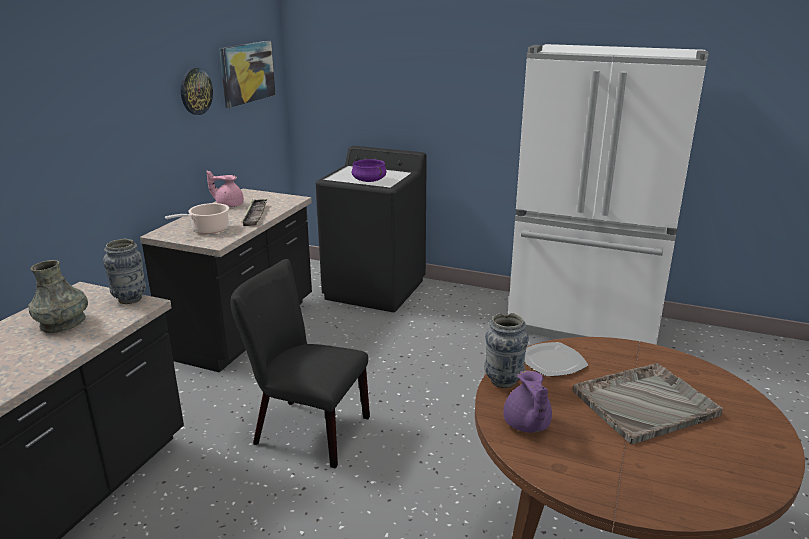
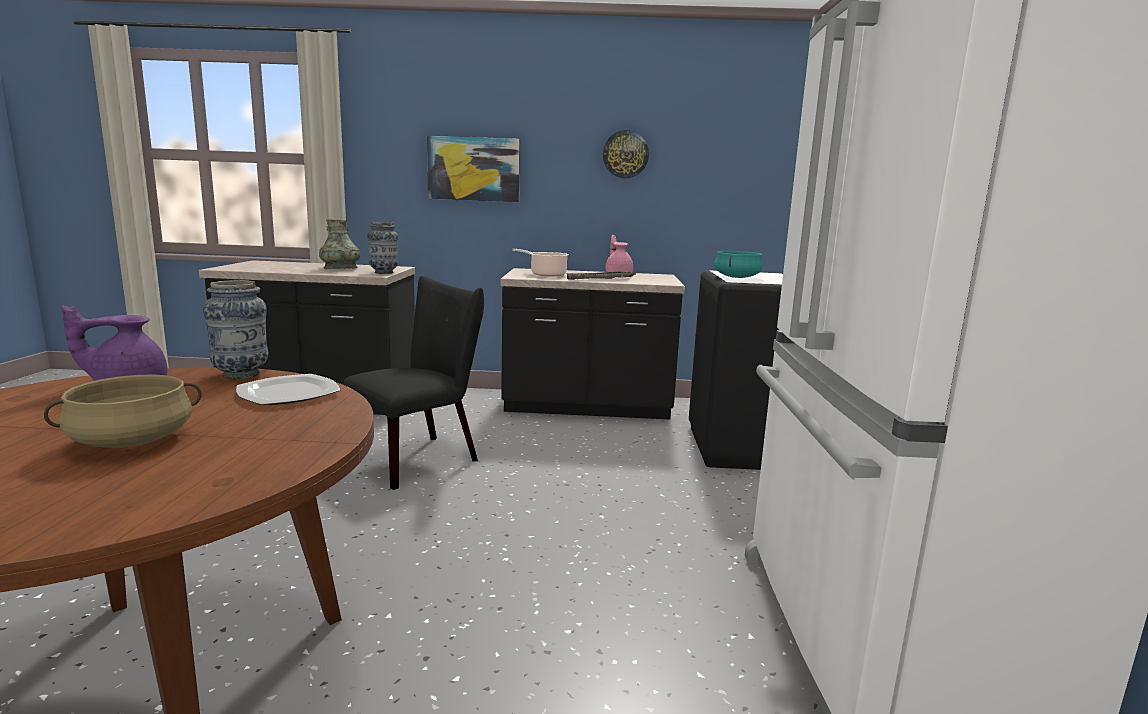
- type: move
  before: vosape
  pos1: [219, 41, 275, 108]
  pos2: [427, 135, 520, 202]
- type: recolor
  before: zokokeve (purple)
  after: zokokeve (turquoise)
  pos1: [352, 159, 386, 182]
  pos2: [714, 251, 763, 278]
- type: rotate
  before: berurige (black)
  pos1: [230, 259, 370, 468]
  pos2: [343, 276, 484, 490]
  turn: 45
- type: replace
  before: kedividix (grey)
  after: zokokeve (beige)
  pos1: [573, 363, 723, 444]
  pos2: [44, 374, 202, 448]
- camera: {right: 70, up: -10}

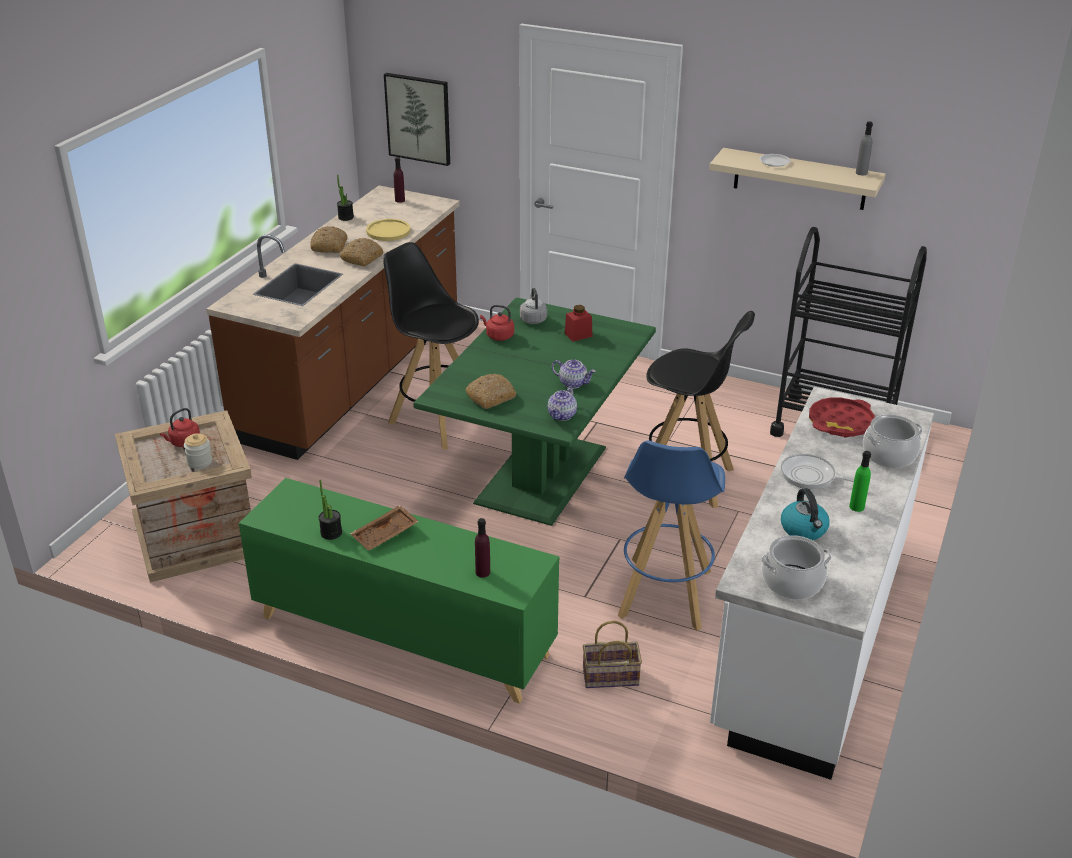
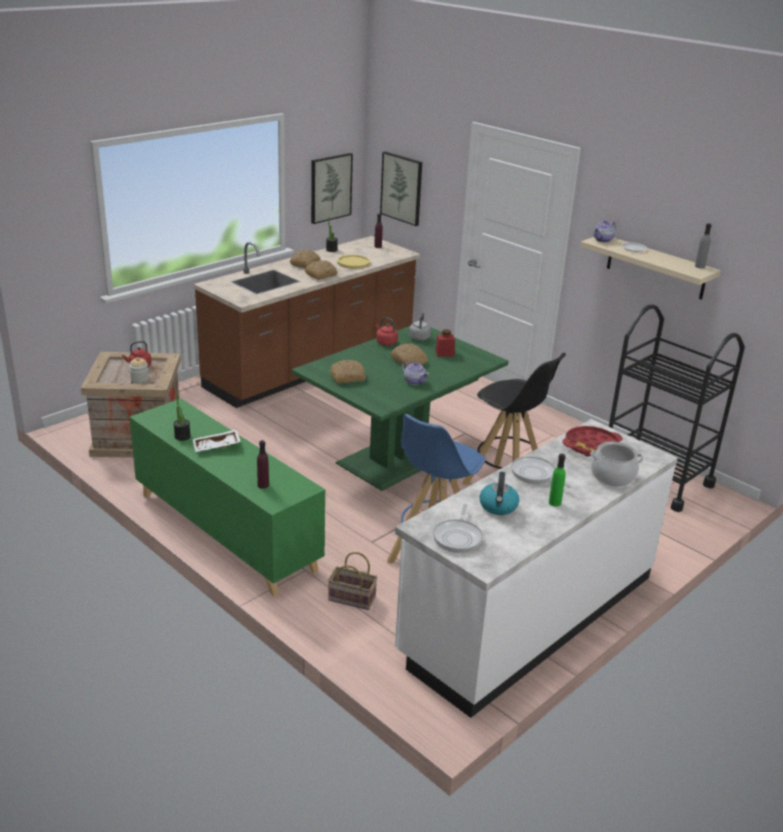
- type: delete
  before: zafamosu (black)
  pos1: [383, 242, 479, 449]
- type: move
  before: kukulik
  pos1: [547, 386, 577, 421]
  pos2: [593, 220, 615, 243]
- type: recolor
  before: kedividix (brown)
  after: kedividix (white)
  pos1: [350, 505, 419, 551]
  pos2: [192, 429, 241, 452]
- type: replace
  before: zokokeve
  after: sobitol
  pos1: [761, 535, 831, 600]
  pos2: [433, 504, 483, 553]
- type: insert
  after: vosape
  pos2: [311, 153, 353, 224]
- type: insert
  after: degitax
  pos2: [391, 344, 428, 367]
- camera: {right: 20, up: -5}

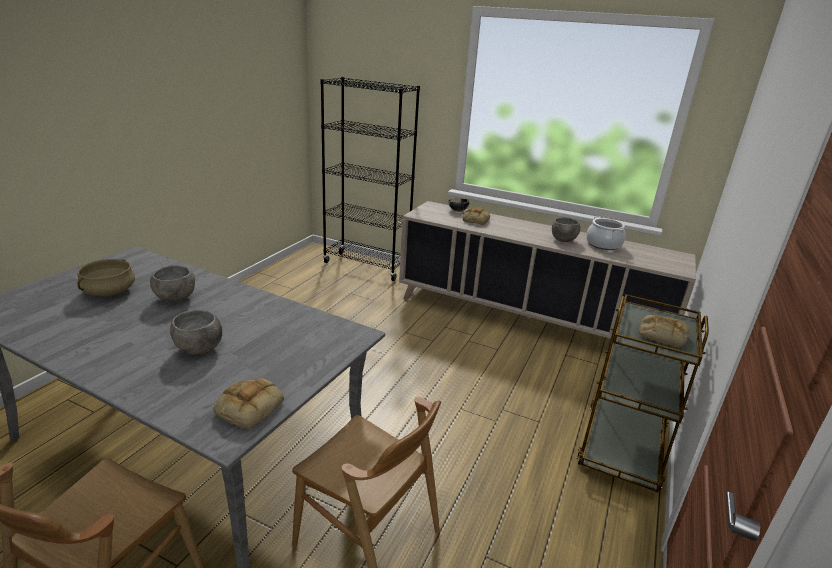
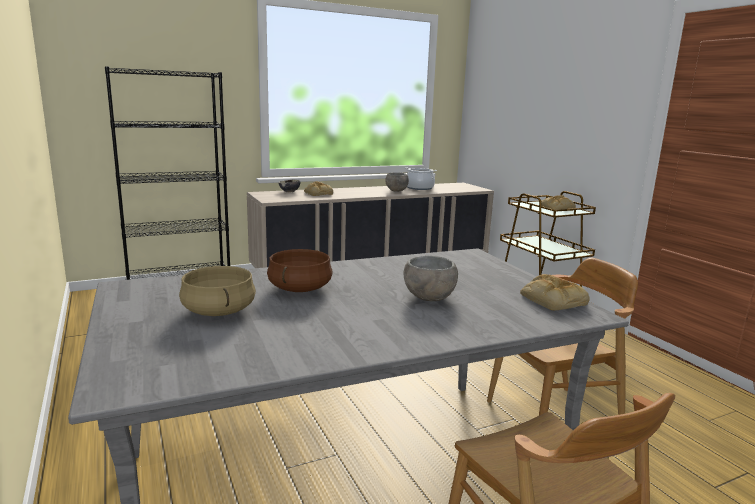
- type: replace
  before: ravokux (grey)
  after: zokokeve (brown)
  pos1: [150, 265, 195, 302]
  pos2: [267, 249, 333, 292]
- camera: {right: -50, up: -10}

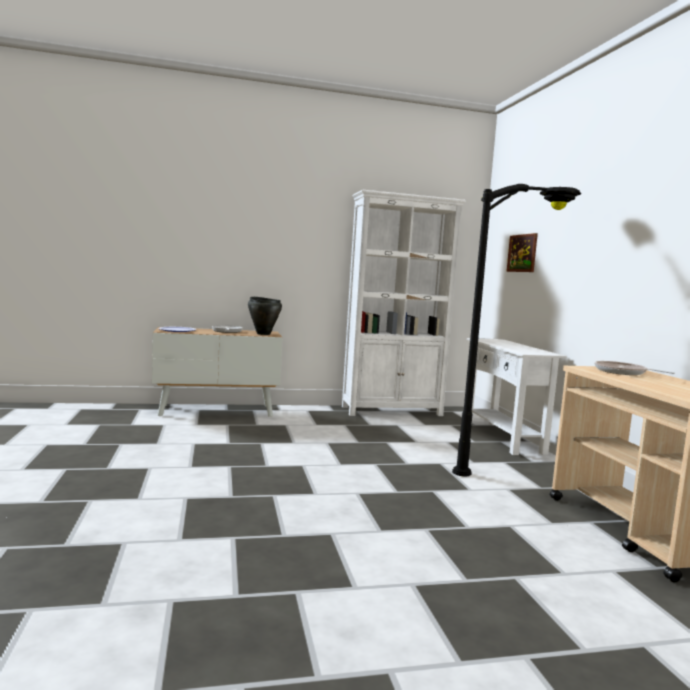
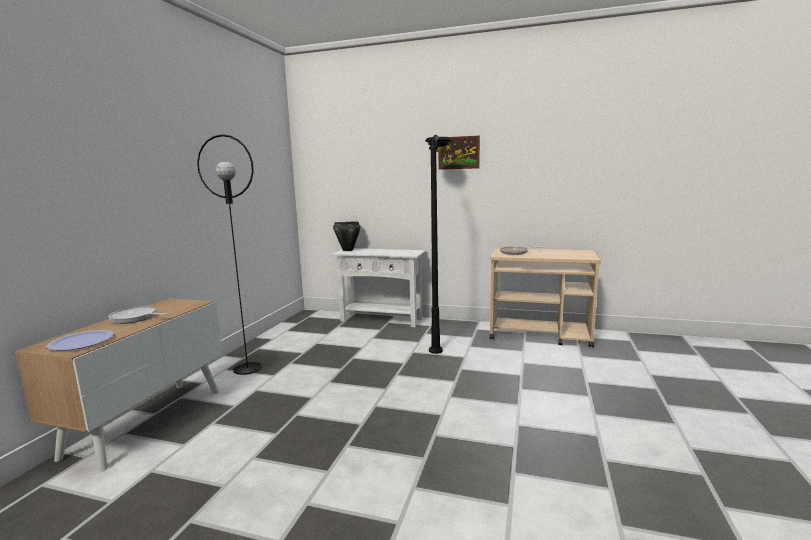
- type: delete
  before: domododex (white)
  pos1: [342, 190, 466, 416]
- type: move
  before: vosape
  pos1: [506, 233, 538, 272]
  pos2: [438, 135, 480, 170]
- type: move
  before: zokokeve (black)
  pos1: [248, 297, 282, 335]
  pos2: [333, 222, 360, 251]
- type: insert
  after: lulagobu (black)
  pos2: [197, 134, 262, 375]
- camera: {right: -60, up: 5}

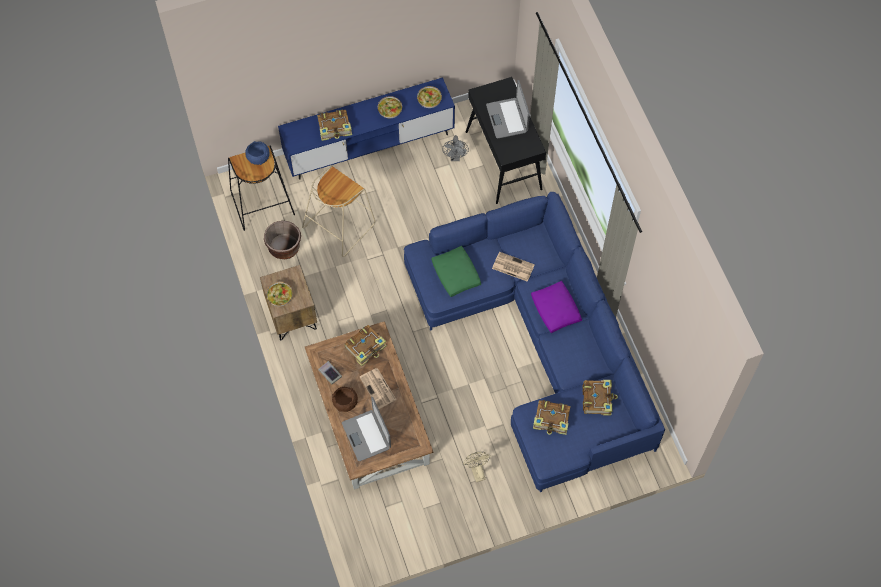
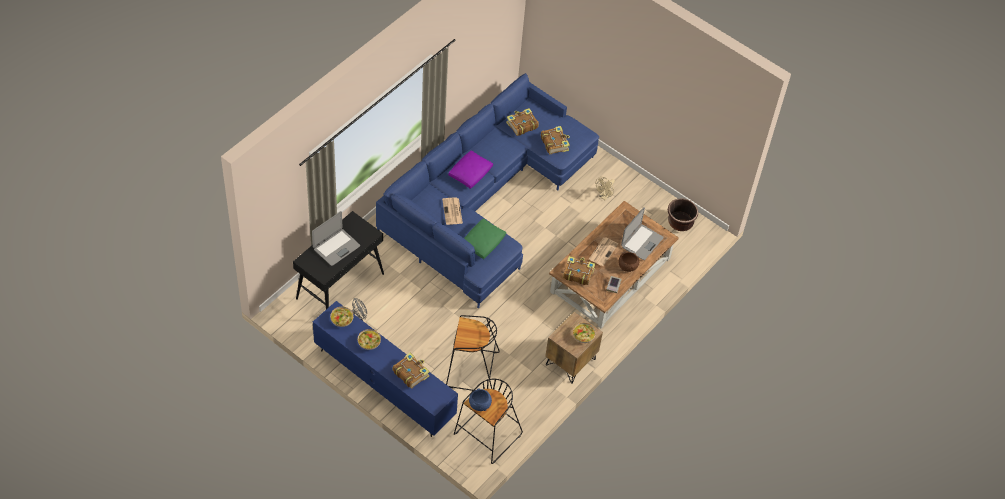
- type: recolor
  before: zafamosu (beige)
  after: zafamosu (black)
  pos1: [302, 165, 375, 257]
  pos2: [446, 315, 500, 391]
- type: move
  before: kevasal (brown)
  pos1: [264, 221, 301, 259]
  pos2: [668, 198, 698, 231]
- camera: {right: -125, up: -10}

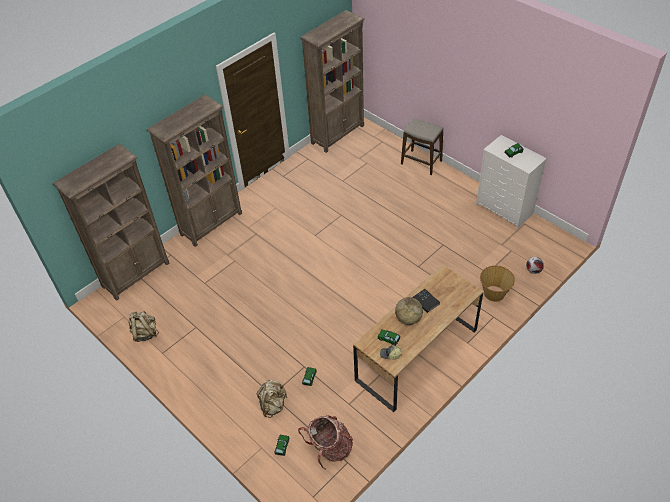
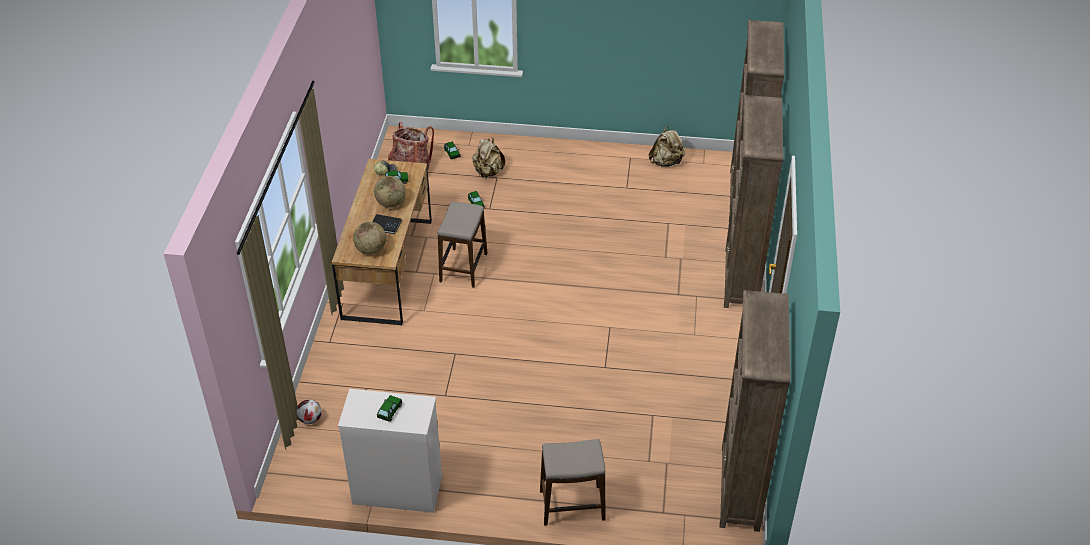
- type: delete
  before: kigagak
  pos1: [480, 265, 515, 302]
- type: insert
  after: zafamosu
  pos2: [438, 201, 488, 288]
- type: insert
  after: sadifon
  pos2: [353, 222, 386, 255]
- camera: {right: 140, up: -5}

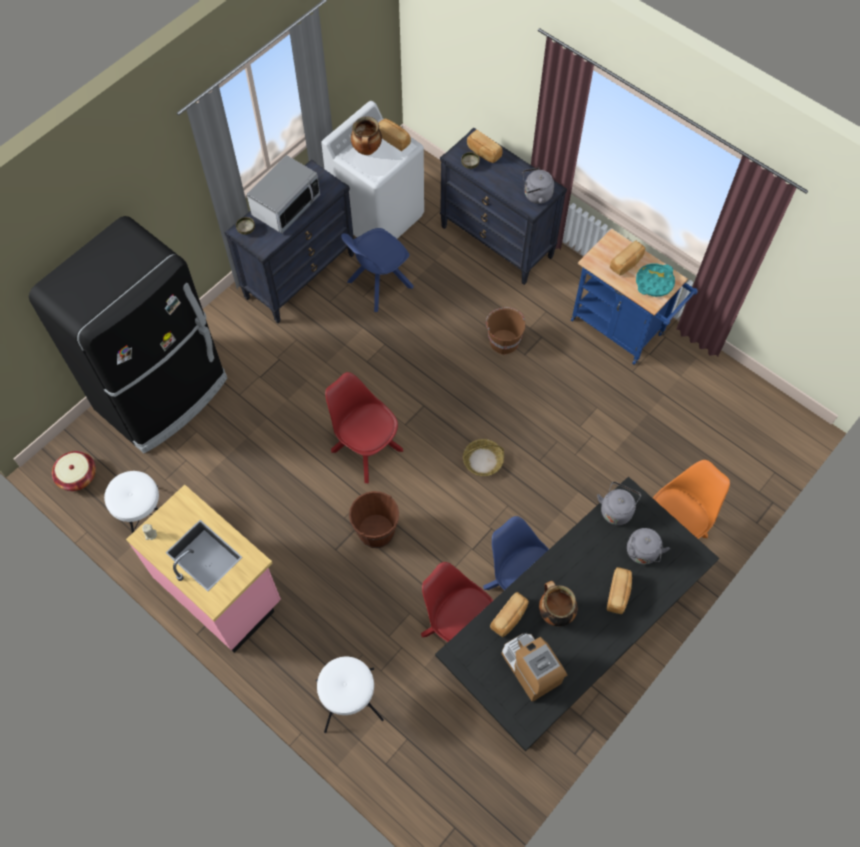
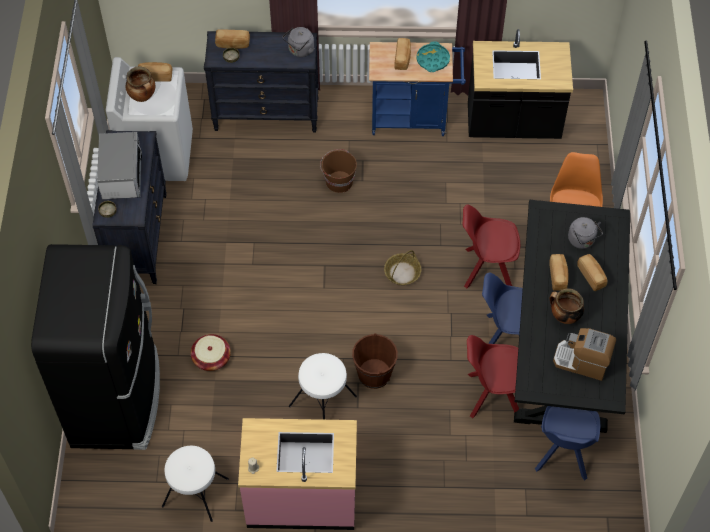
- type: move
  before: berurige (blue)
  pos1: [341, 228, 414, 312]
  pos2: [535, 406, 600, 480]
- type: move
  before: berurige (red)
  pos1: [325, 372, 403, 483]
  pos2: [462, 205, 520, 289]
- type: move
  before: kigagak
  pos1: [52, 451, 96, 491]
  pos2: [191, 334, 231, 371]
- type: delete
  before: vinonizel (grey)
  pos1: [597, 482, 641, 525]
- type: move
  before: degitax
  pos1: [490, 592, 529, 637]
  pos2: [549, 254, 568, 290]
- type: move
  before: zafamosu (white)
  pos1: [316, 657, 384, 733]
  pos2: [289, 353, 357, 420]
- type: insert
  after: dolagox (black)
  pos2: [468, 29, 573, 139]
- camera: {right: -40, up: -5}

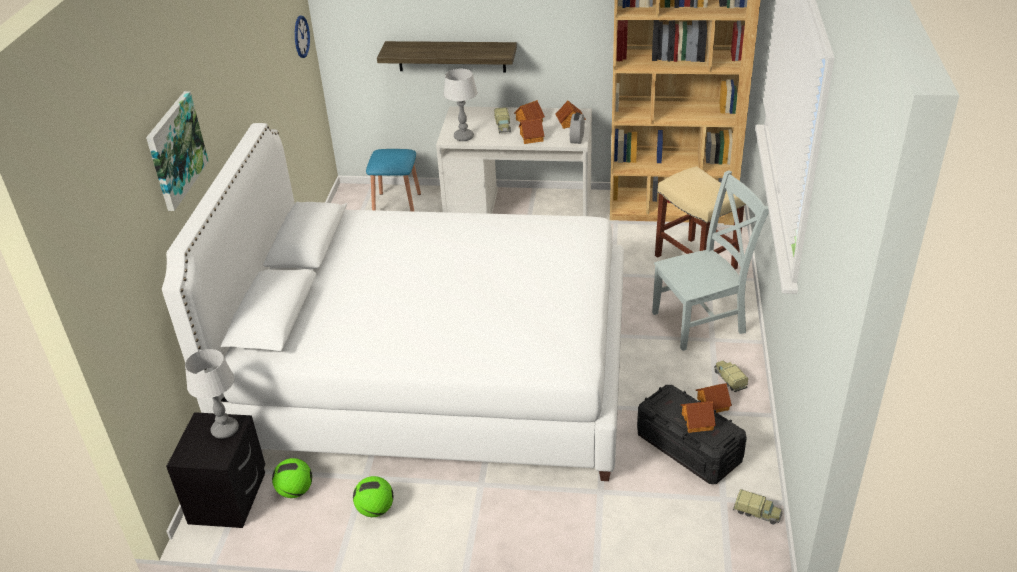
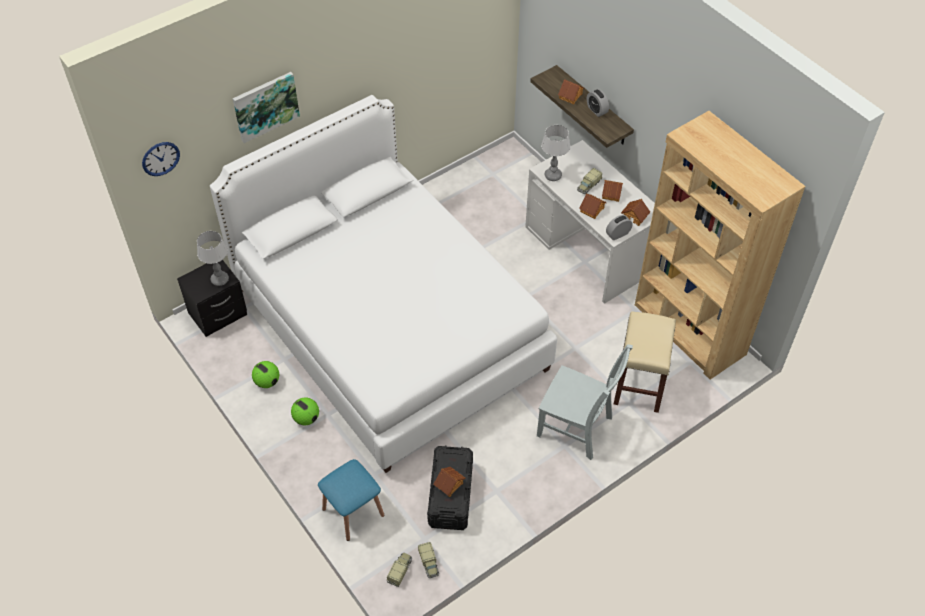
- type: move
  before: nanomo
  pos1: [295, 15, 310, 58]
  pos2: [142, 142, 180, 176]
- type: move
  before: zafamosu (blue)
  pos1: [366, 149, 421, 211]
  pos2: [318, 459, 385, 541]
- type: move
  before: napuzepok
  pos1: [714, 361, 748, 392]
  pos2: [387, 553, 412, 587]
- type: move
  before: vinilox
  pos1: [696, 383, 732, 413]
  pos2: [558, 79, 584, 104]
- type: move
  before: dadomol
  pos1: [272, 458, 312, 498]
  pos2: [291, 397, 319, 425]
- type: insert
  after: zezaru
  pos2: [587, 89, 609, 117]
- camera: {right: 45, up: 15}

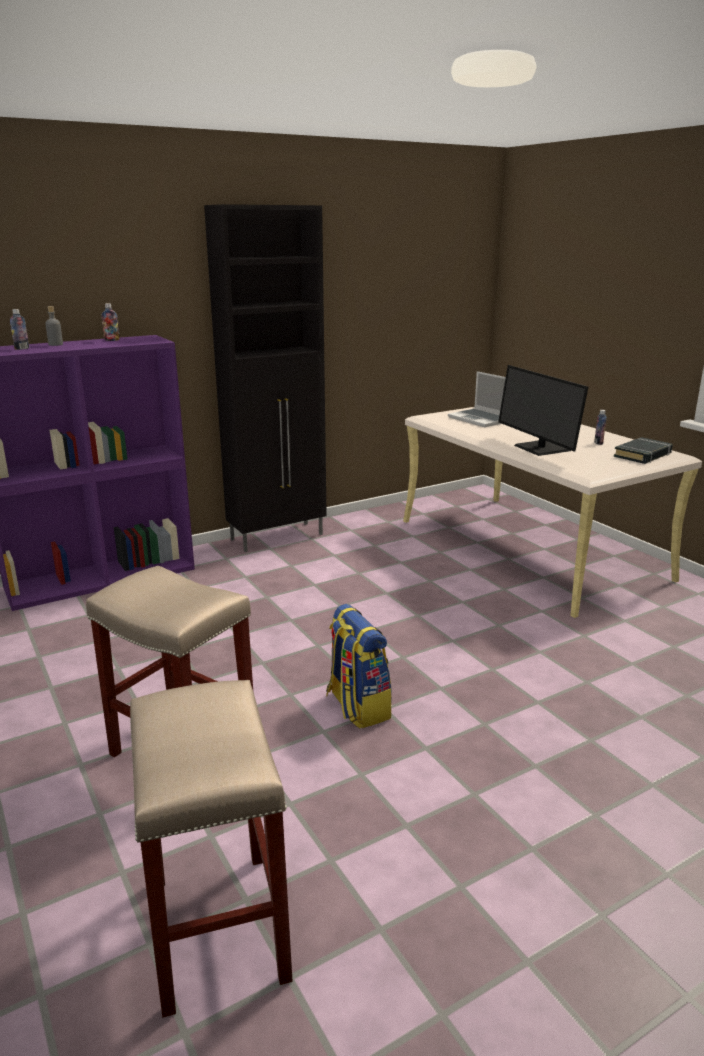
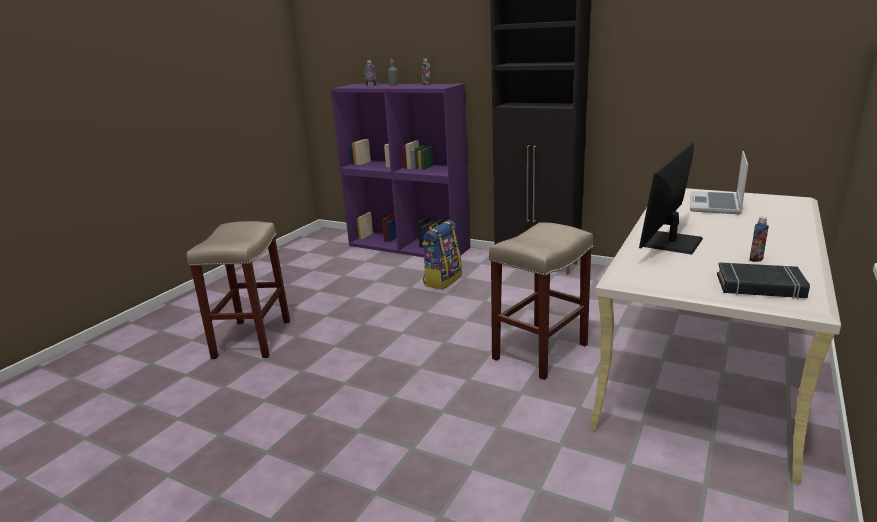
- type: move
  before: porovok
  pos1: [326, 604, 392, 728]
  pos2: [422, 220, 462, 289]
- type: move
  before: zafamosu (beige)
  pos1: [130, 680, 293, 1018]
  pos2: [489, 222, 593, 380]
- camera: {right: 60, up: 0}

